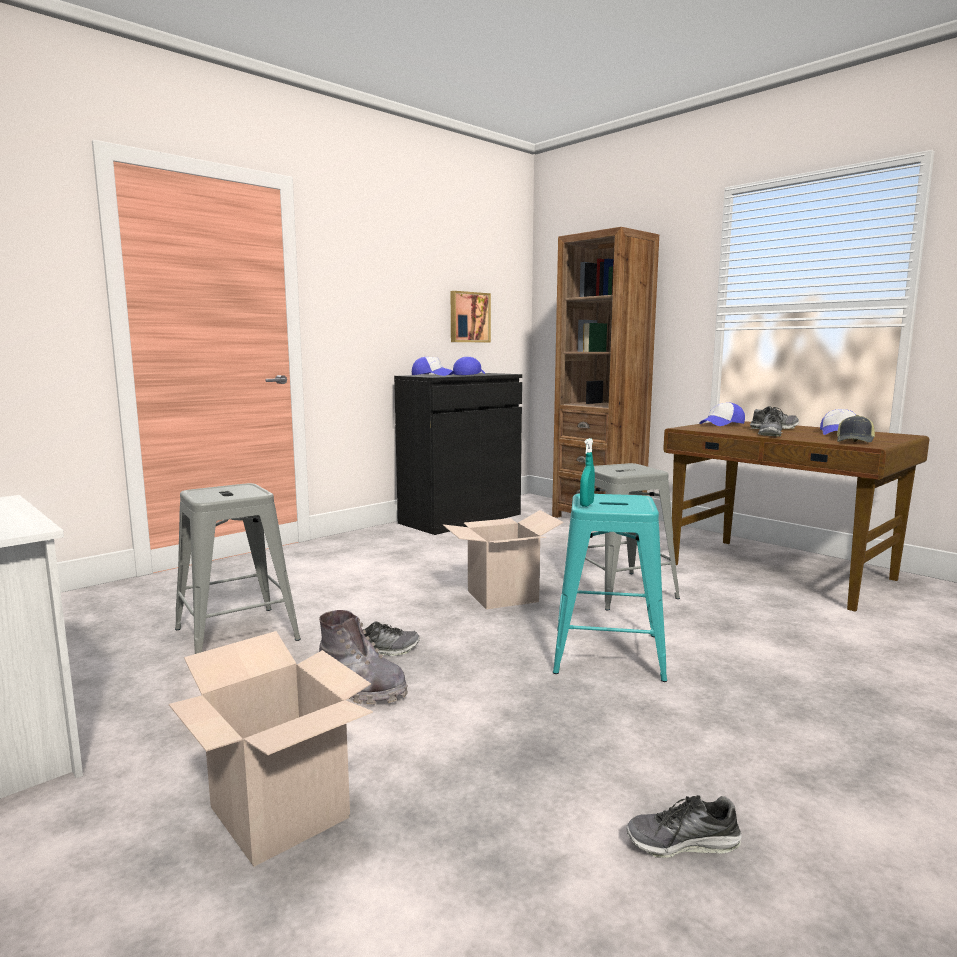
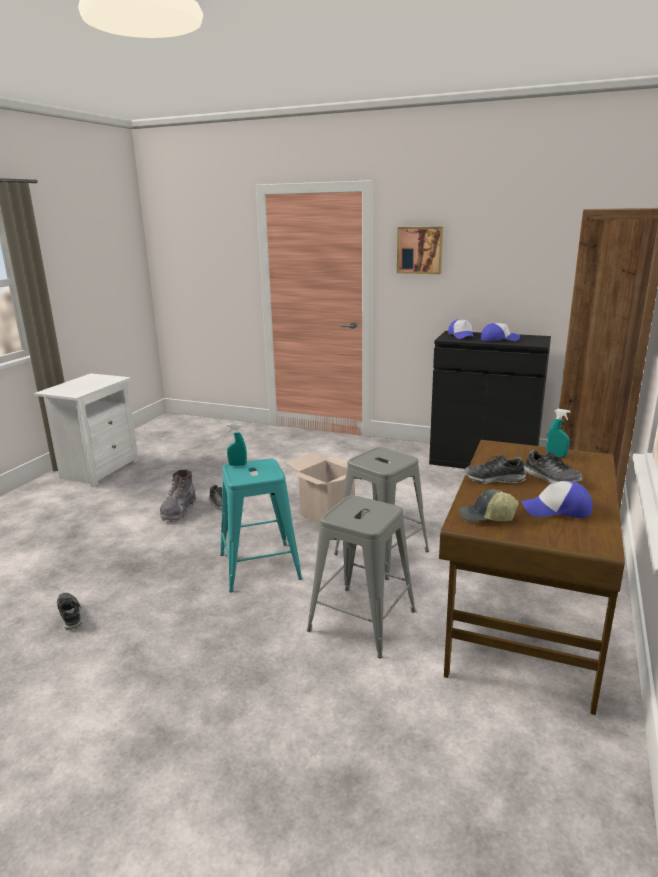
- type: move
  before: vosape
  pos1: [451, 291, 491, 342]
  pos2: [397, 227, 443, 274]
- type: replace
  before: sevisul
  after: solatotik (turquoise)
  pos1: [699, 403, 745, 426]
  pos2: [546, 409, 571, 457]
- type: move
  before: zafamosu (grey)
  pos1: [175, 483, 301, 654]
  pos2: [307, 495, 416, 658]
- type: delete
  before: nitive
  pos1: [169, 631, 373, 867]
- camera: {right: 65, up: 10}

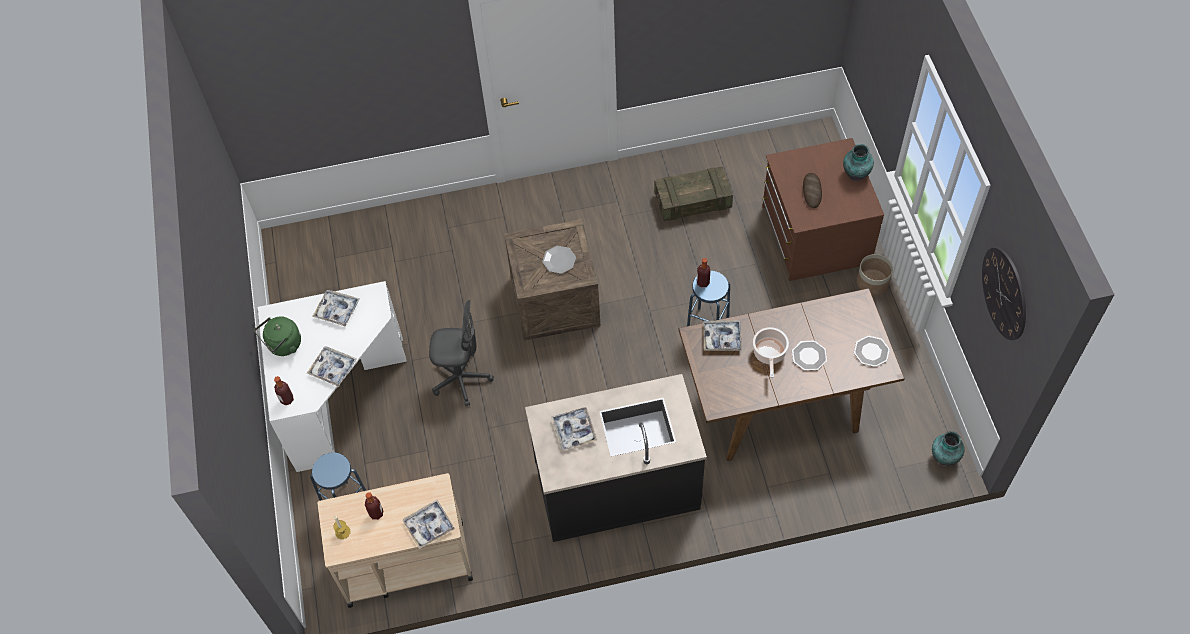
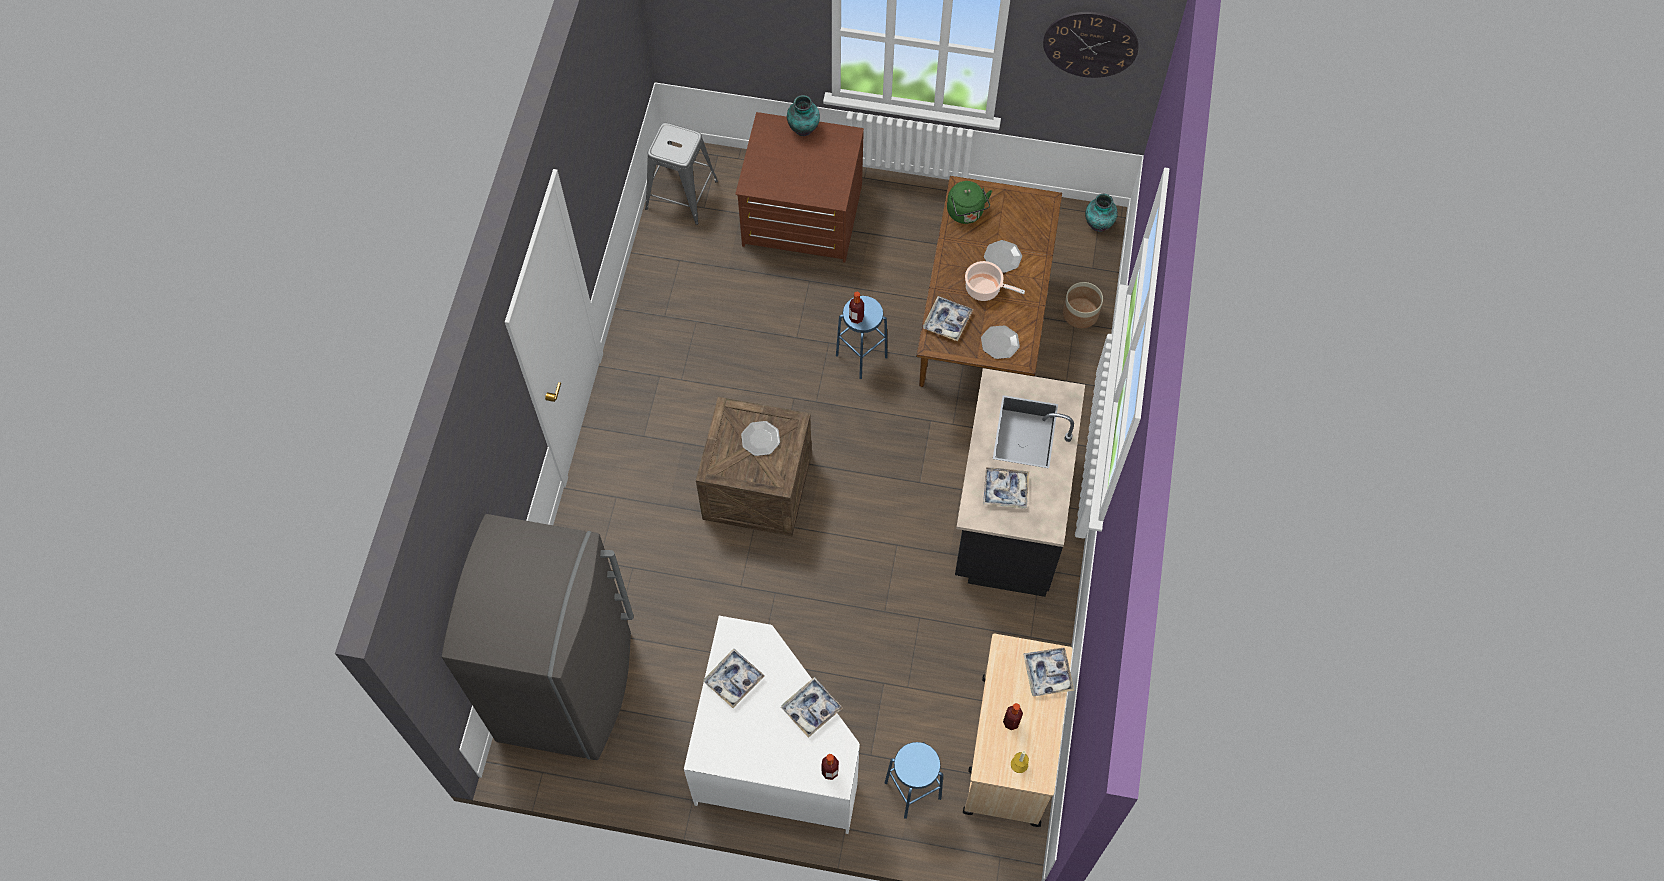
- type: delete
  before: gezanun
  pos1: [654, 166, 733, 221]
- type: delete
  before: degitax
  pos1: [803, 173, 822, 208]
- type: move
  before: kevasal
  pos1: [857, 254, 893, 295]
  pos2: [1063, 282, 1103, 328]
- type: delete
  before: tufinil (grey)
  pos1: [429, 300, 494, 406]
- type: move
  before: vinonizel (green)
  pos1: [254, 316, 301, 356]
  pos2: [947, 181, 992, 224]
- type: move
  before: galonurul
  pos1: [854, 336, 890, 367]
  pos2: [981, 325, 1020, 359]
- type: insert
  after: zafamosu (grey)
  pos2: [645, 123, 718, 225]
- type: insert
  after: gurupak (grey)
  pos2: [442, 514, 634, 760]
- camera: {right: -70, up: 5}

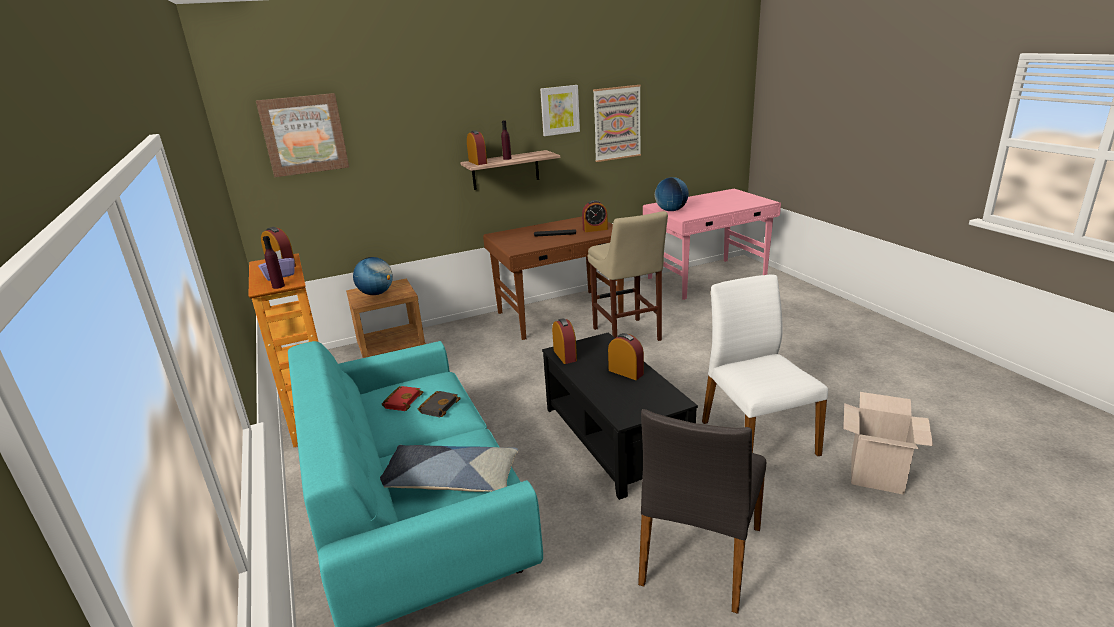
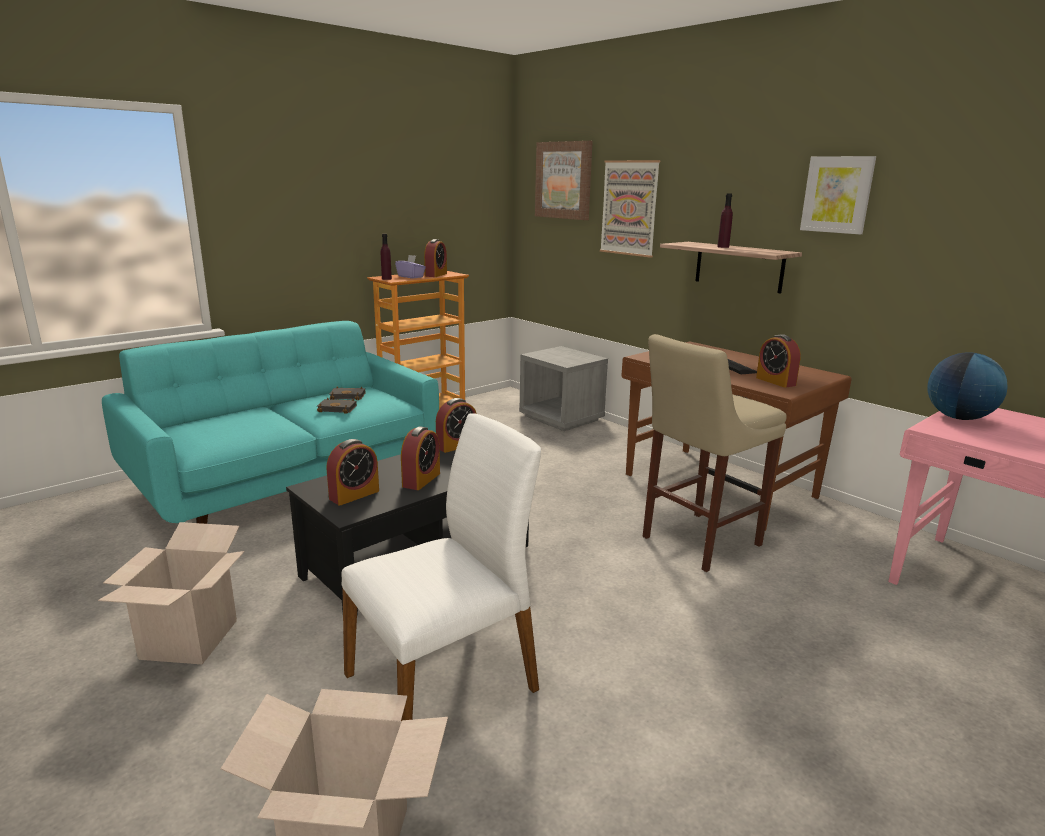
- type: move
  before: vosape
  pos1: [593, 85, 641, 162]
  pos2: [600, 160, 660, 258]
- type: move
  before: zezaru
  pos1: [467, 130, 487, 165]
  pos2: [327, 439, 379, 505]
- type: delete
  before: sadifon
  pos1: [353, 257, 393, 295]
- type: recolor
  before: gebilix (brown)
  after: gebilix (grey)
  pos1: [346, 279, 426, 358]
  pos2: [519, 346, 608, 431]
- type: recolor
  before: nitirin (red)
  after: nitirin (black)
  pos1: [381, 386, 423, 411]
  pos2: [329, 386, 365, 400]
- type: replace
  before: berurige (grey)
  after: nitive
  pos1: [638, 409, 766, 614]
  pos2: [98, 522, 245, 664]
- type: delete
  before: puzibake
  pos1: [380, 445, 518, 492]
- camera: {right: 70, up: -5}

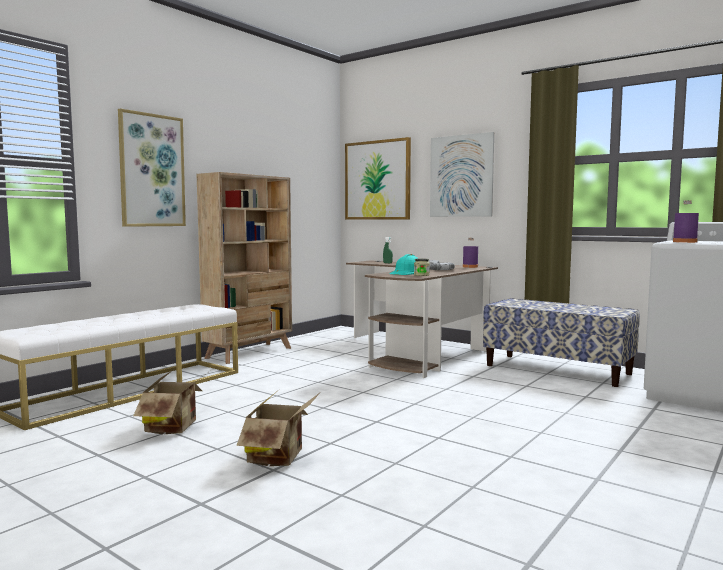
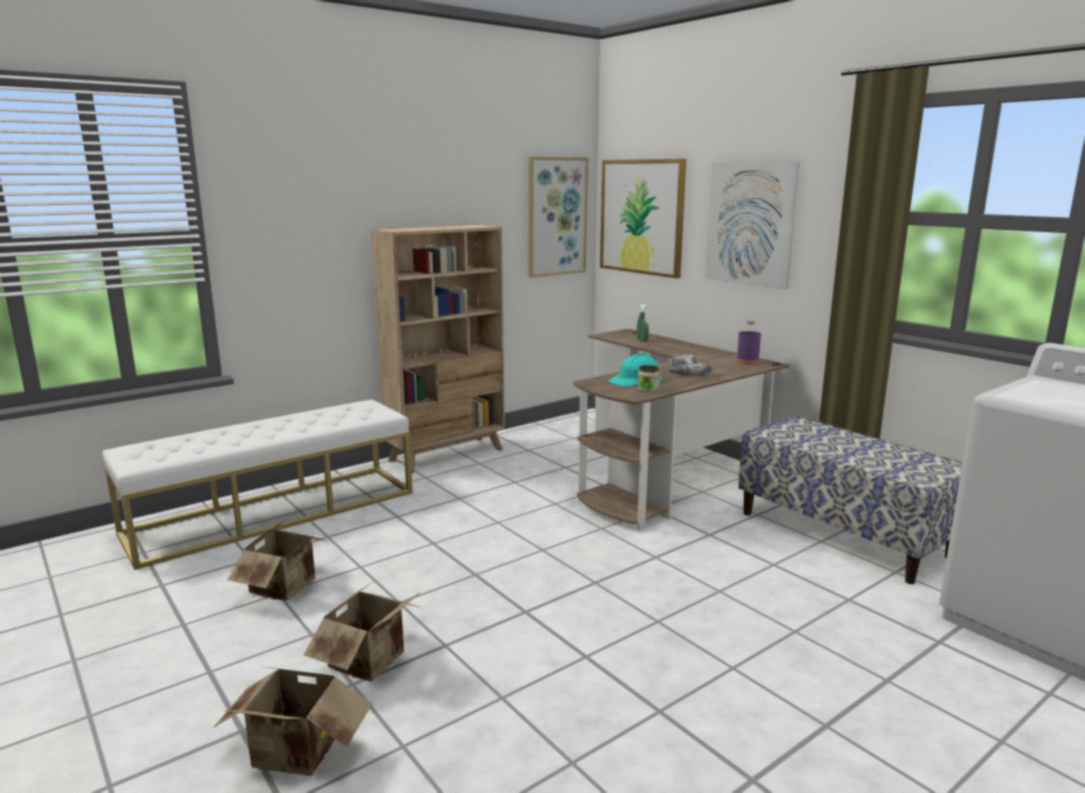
- type: move
  before: vosape
  pos1: [118, 109, 186, 227]
  pos2: [528, 157, 588, 277]
- type: delete
  before: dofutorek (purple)
  pos1: [673, 200, 699, 243]
- type: insert
  after: nitive
  pos2: [213, 667, 373, 776]
- camera: {right: 15, up: 10}

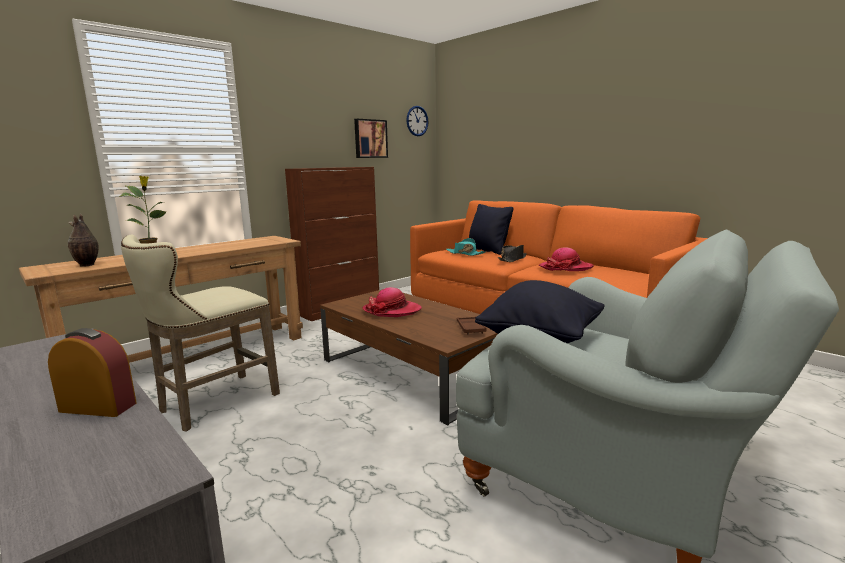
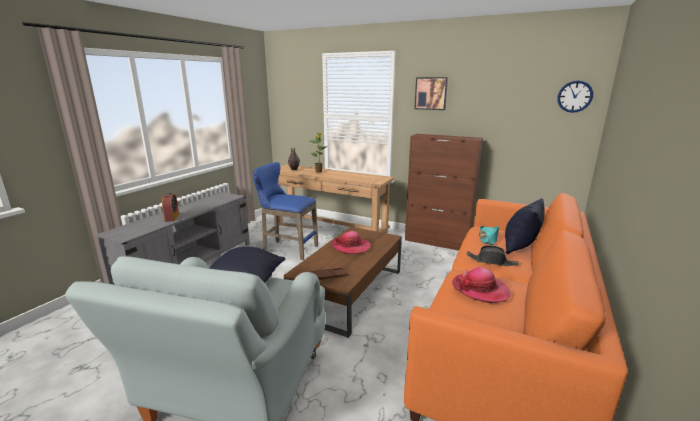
- type: move
  before: vosape
  pos1: [354, 119, 388, 158]
  pos2: [414, 77, 448, 110]
- type: recolor
  before: zafamosu (beige)
  after: zafamosu (blue)
  pos1: [121, 235, 280, 432]
  pos2: [253, 162, 318, 260]
- camera: {right: 70, up: 5}

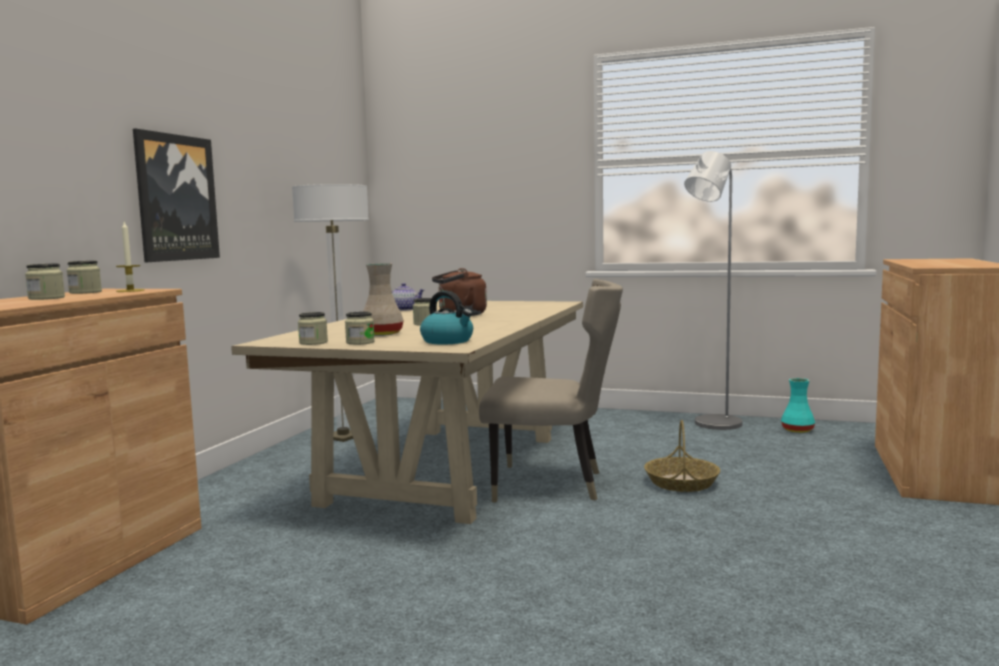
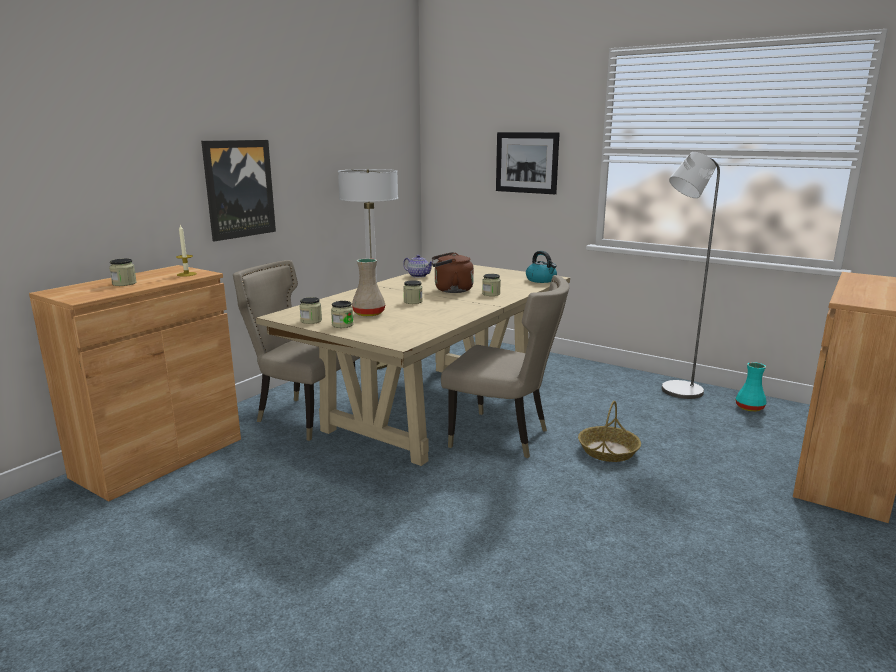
- type: move
  before: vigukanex
  pos1: [67, 261, 102, 294]
  pos2: [482, 274, 501, 296]
- type: move
  before: vinonizel
  pos1: [420, 291, 473, 344]
  pos2: [526, 251, 557, 283]
- type: insert
  after: vosape
  pos2: [496, 132, 560, 194]
- type: insert
  after: berurige (beige)
  pos2: [233, 260, 360, 441]
- camera: {right: 15, up: 10}

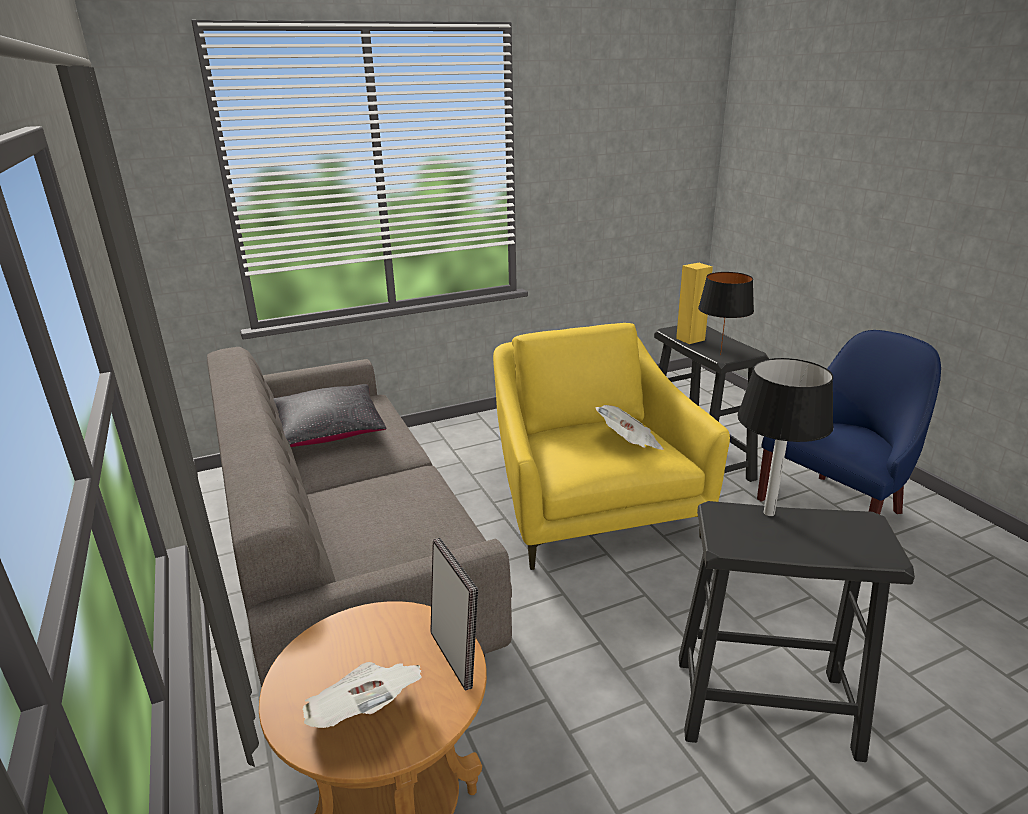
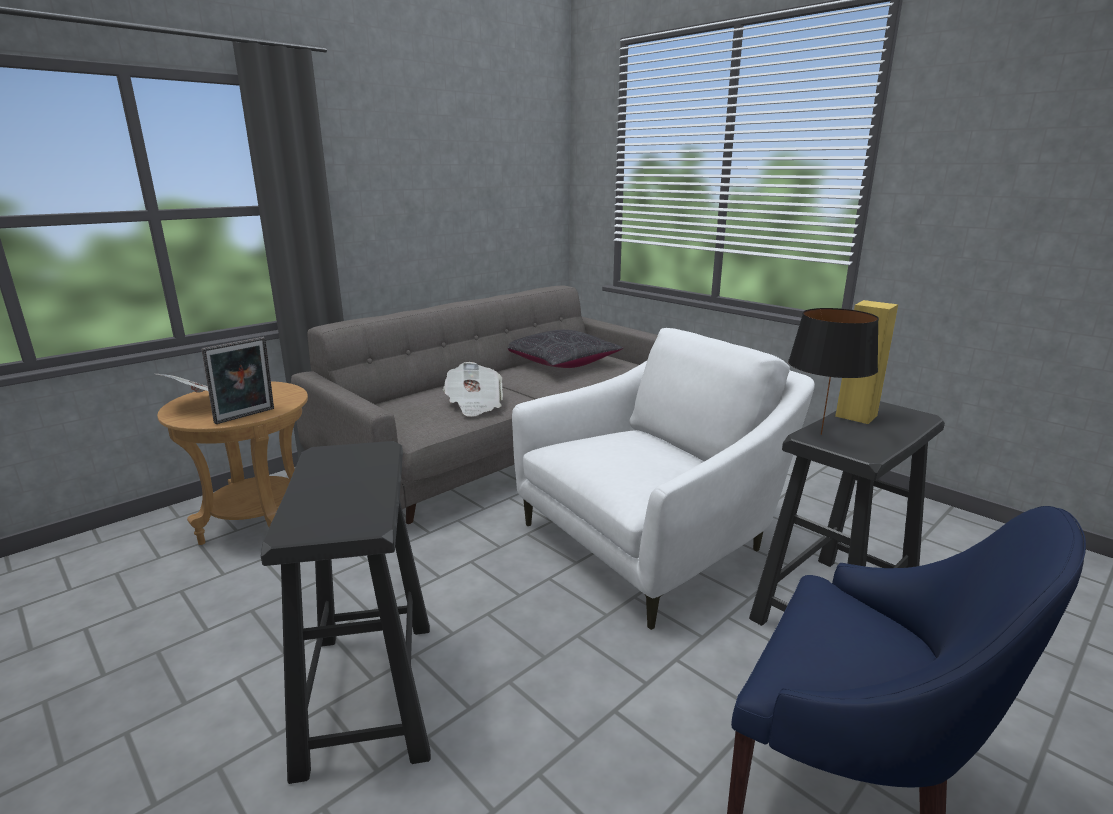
- type: recolor
  before: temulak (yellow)
  after: temulak (white)
  pos1: [493, 323, 730, 570]
  pos2: [512, 328, 815, 630]
- type: delete
  before: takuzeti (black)
  pos1: [737, 358, 834, 516]
- type: move
  before: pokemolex
  pos1: [595, 405, 664, 450]
  pos2: [443, 362, 503, 417]
- camera: {right: 70, up: -5}

